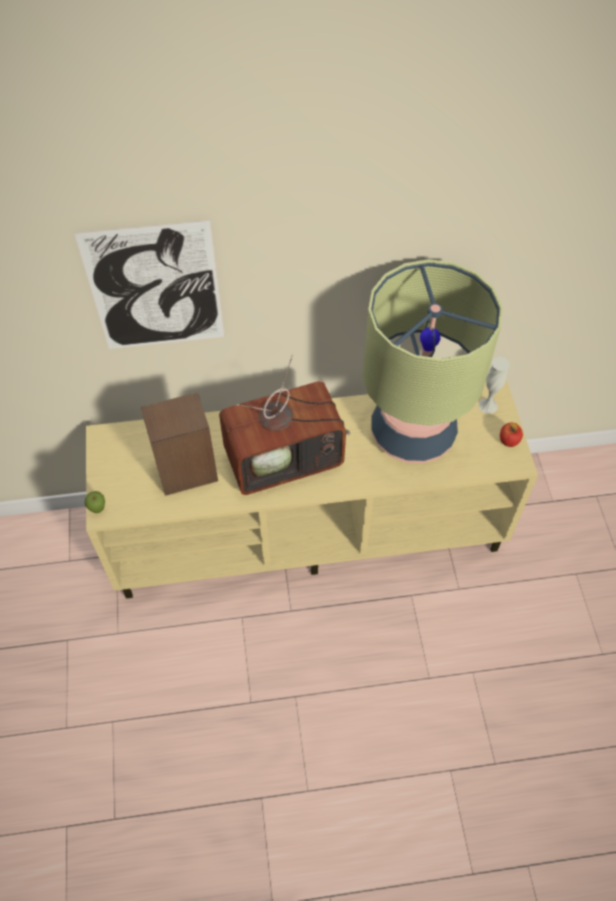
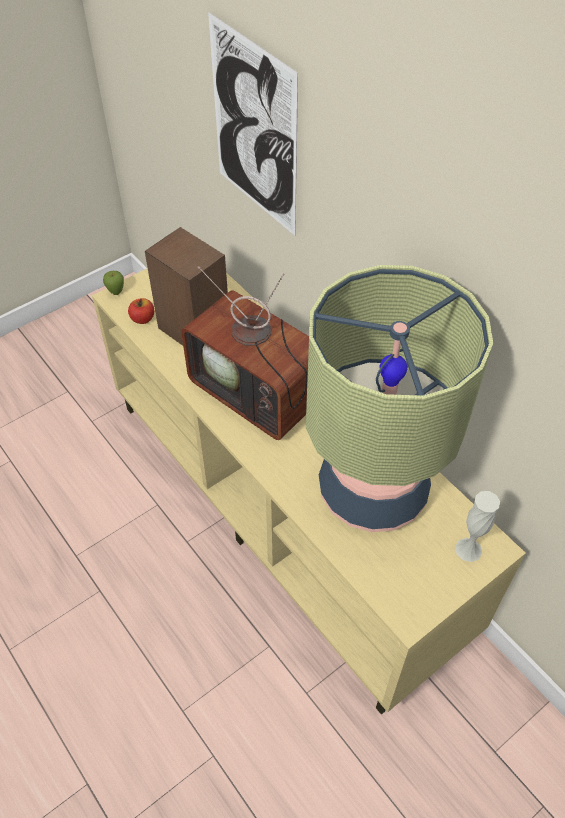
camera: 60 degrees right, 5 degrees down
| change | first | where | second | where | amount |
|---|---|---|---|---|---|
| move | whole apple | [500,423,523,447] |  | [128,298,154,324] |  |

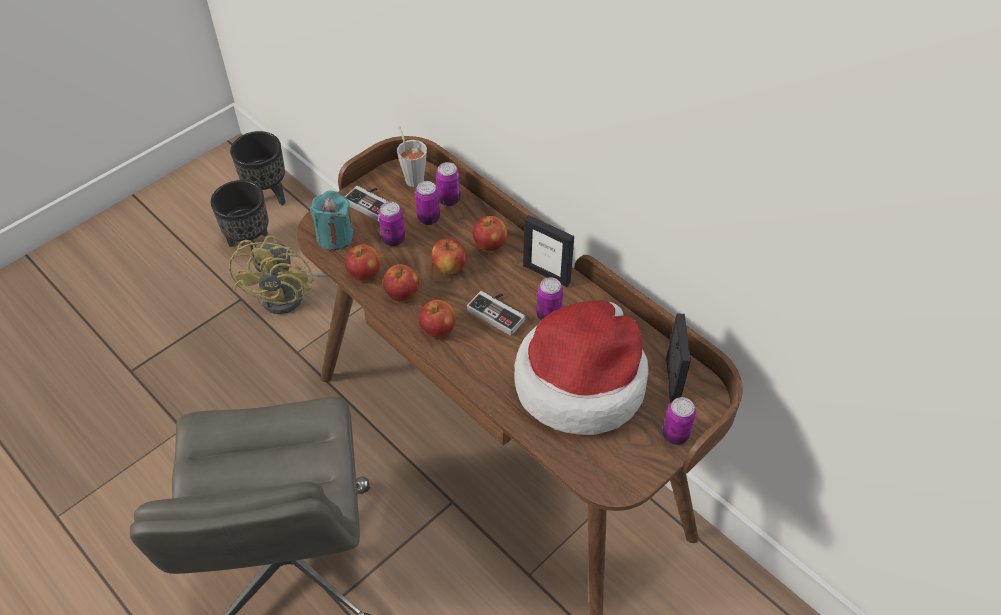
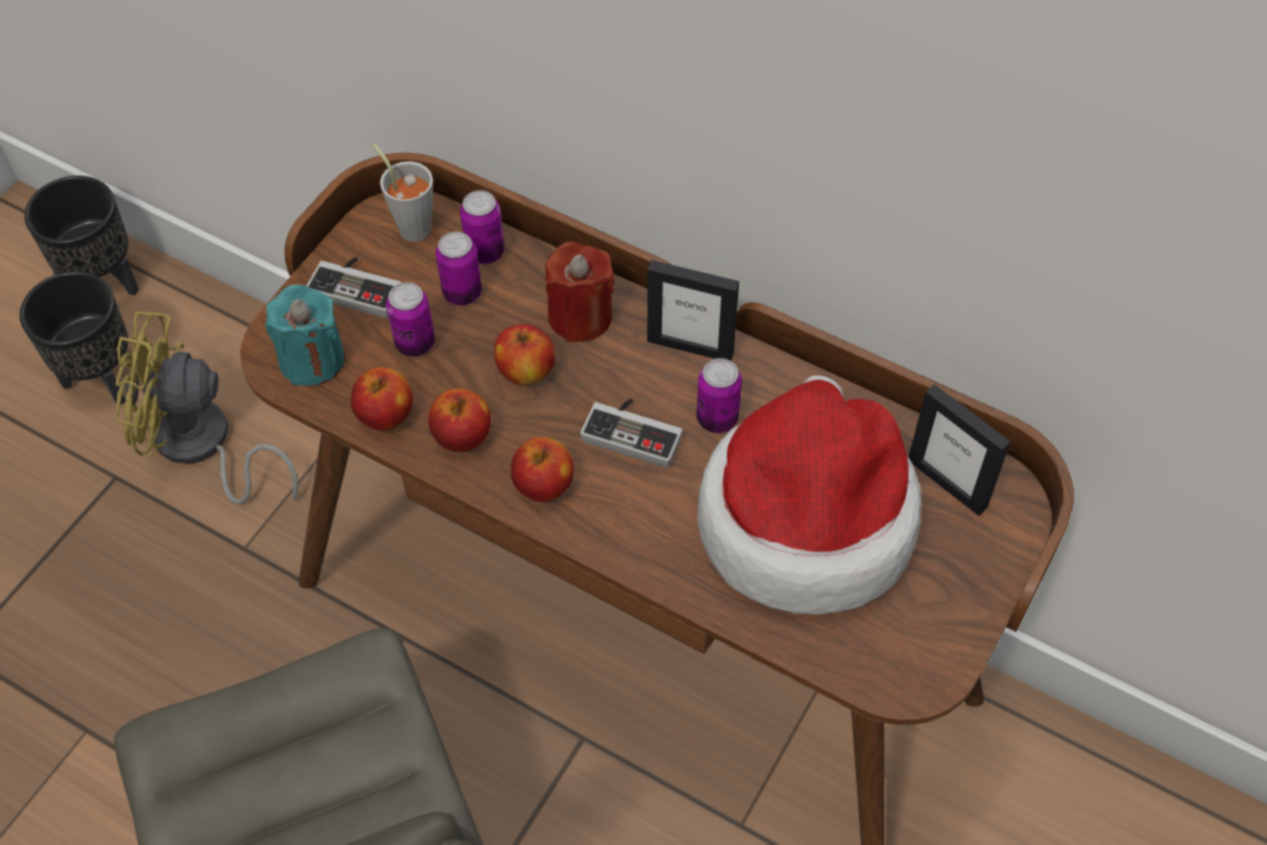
camera: 15 degrees left, 5 degrees up
| change | first | where | second | where | amount |
|---|---|---|---|---|---|
| replace | whole apple | [473,216,507,251] | red-coloured wax light | [545,242,614,342] |  |
| rotate | yellowish fan | [229,235,328,314] |  | [115,311,298,504] | 105 degrees clockwise |
| rotate | standing frame | [666,314,691,403] |  | [908,384,1011,516] | 150 degrees clockwise |
| delete | metal can | [662,397,696,445] |  |  |  |

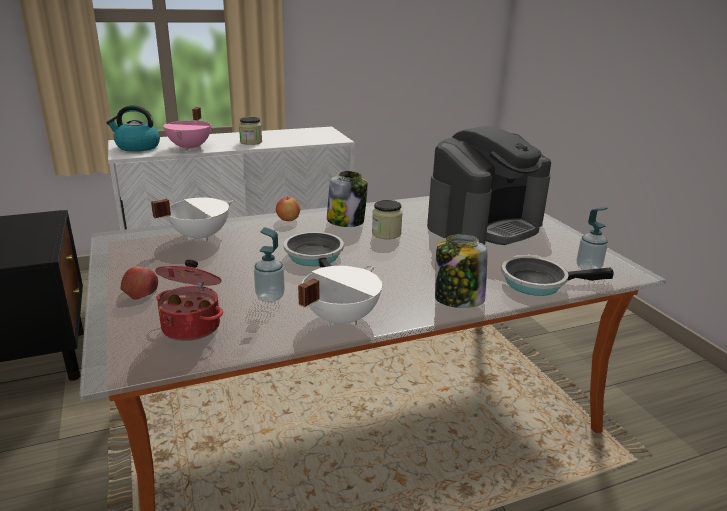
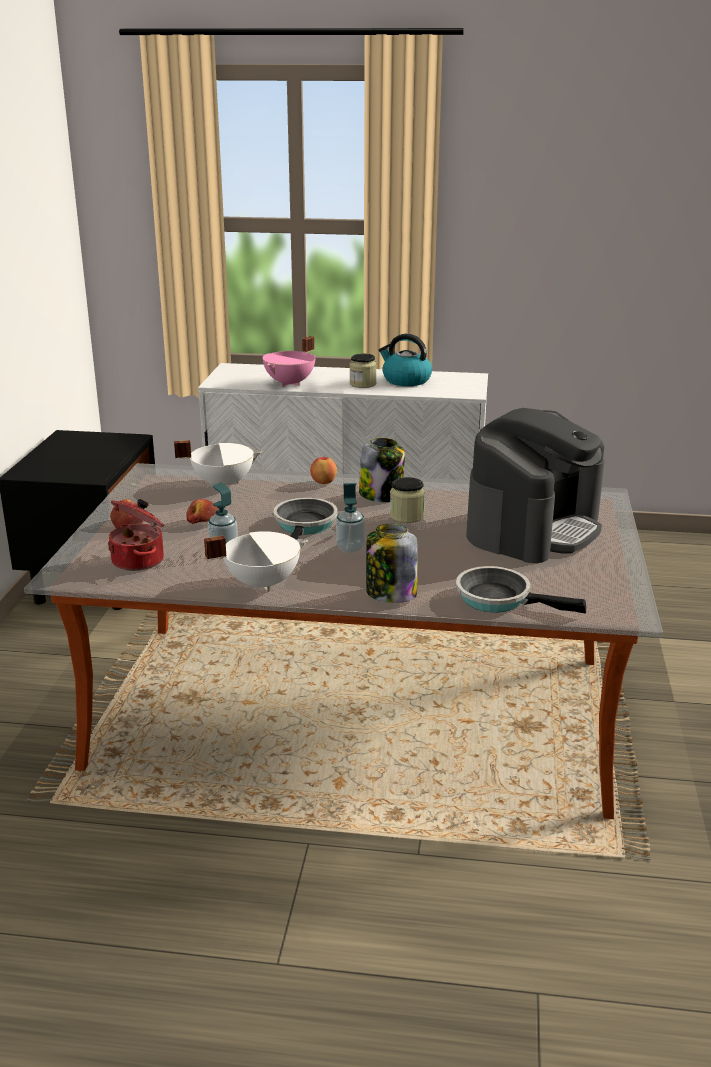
camera: 30 degrees right, 0 degrees up
| change | first | where | second | where | amount |
|---|---|---|---|---|---|
| move | tea kettle | [106,105,160,152] |  | [379,334,432,386] |  |
| rotate | coffee brewer | [427,126,551,245] |  | [466,408,605,563] | 45 degrees counterclockwise |
| move | soap bottle | [577,207,608,270] |  | [336,483,365,553] |  |
| insert |  |  | whole apple | [186,499,219,524] |  |

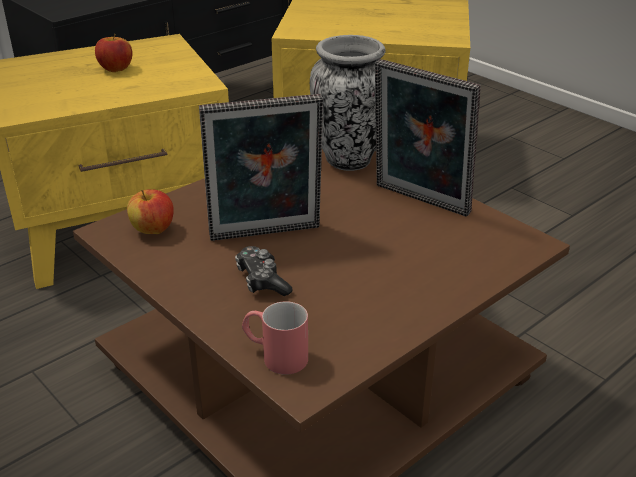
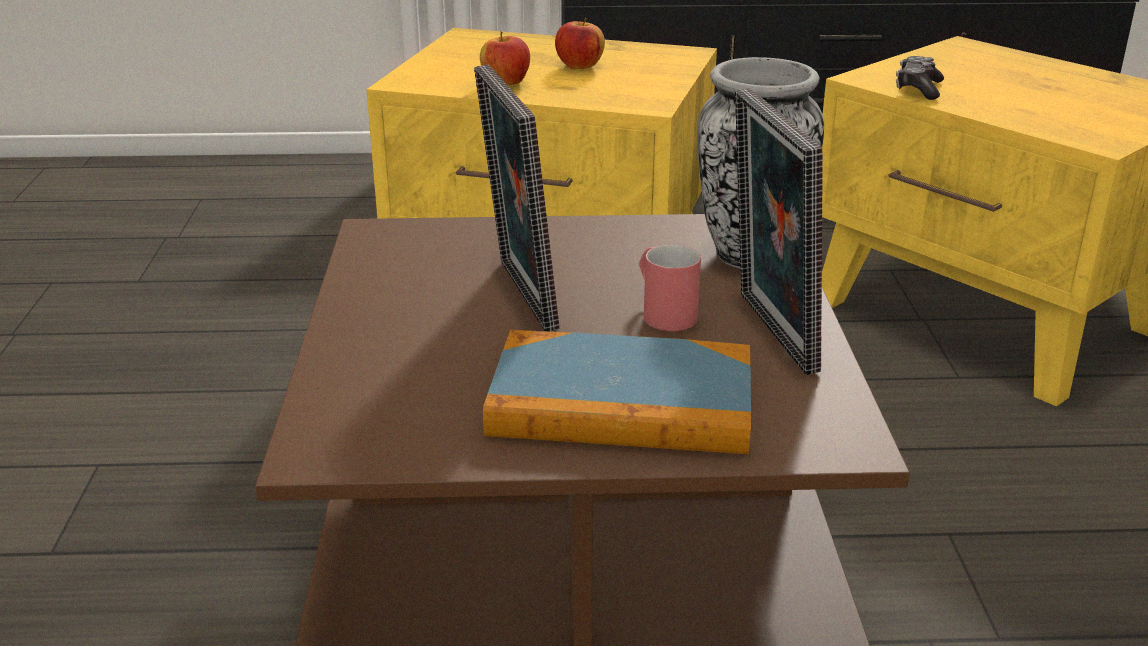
camera: 40 degrees right, 5 degrees down
| change | first | where | second | where | amount |
|---|---|---|---|---|---|
| rotate | standing frame | [199,94,323,241] |  | [474,64,559,331] | 45 degrees clockwise |
| move | whole apple | [127,189,174,234] |  | [480,31,530,85] |  |
| move | game controller | [235,246,293,296] |  | [896,56,944,100] |  |
| move | red-coloured tea mug | [242,301,308,375] |  | [639,245,701,331] |  |
| insert |  |  | bound book | [483,330,751,454] |  |

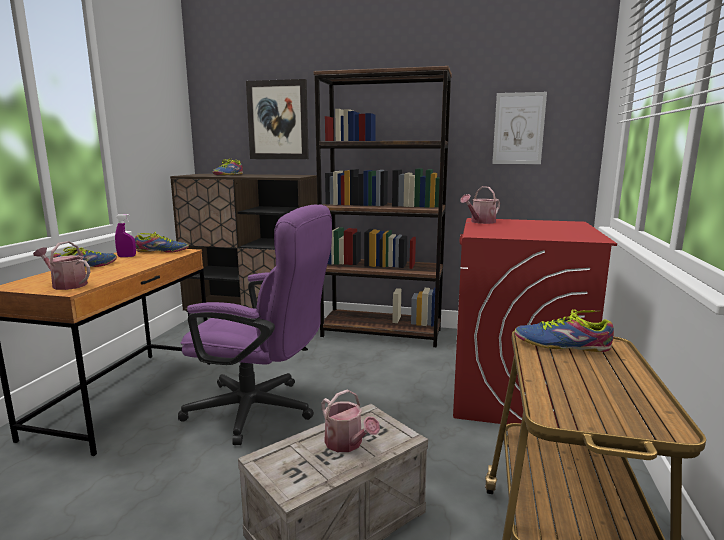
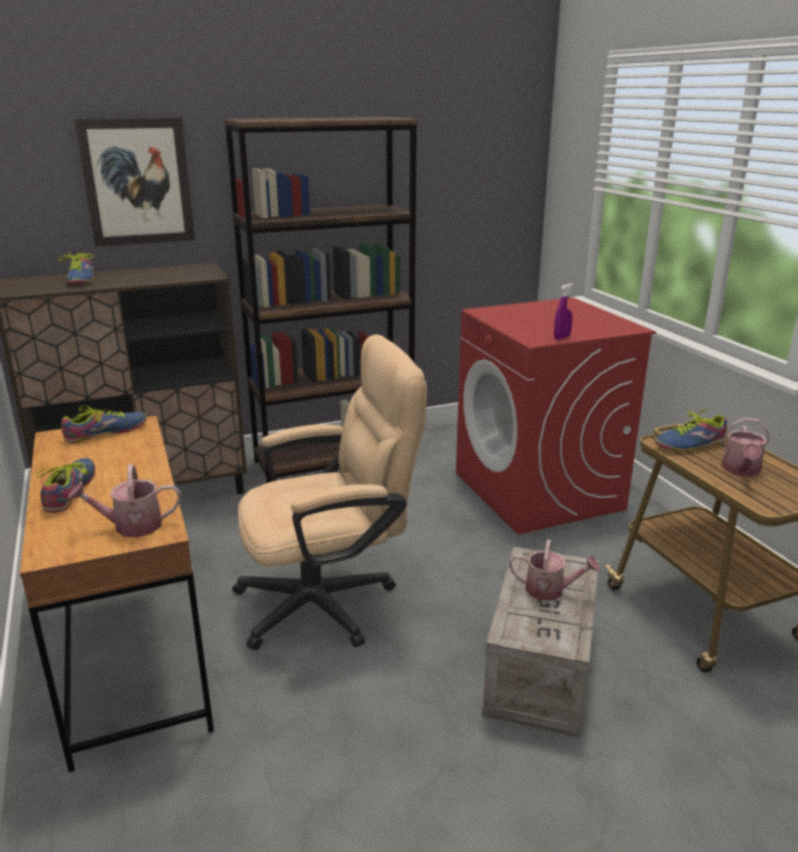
camera: 35 degrees left, 10 degrees up
| change | first | where | second | where | amount |
|---|---|---|---|---|---|
| delete | wall art | [492,92,547,164] |  |  |  |
| move | sprinkling can | [460,186,500,224] |  | [721,418,770,477] |  |
| recolor | purple-coloured computer chair | [178,204,332,445] | beige-coloured computer chair | [232,334,427,650] |  |
| move | purple-coloured spray bottle | [115,214,136,257] |  | [554,283,573,340] |  |

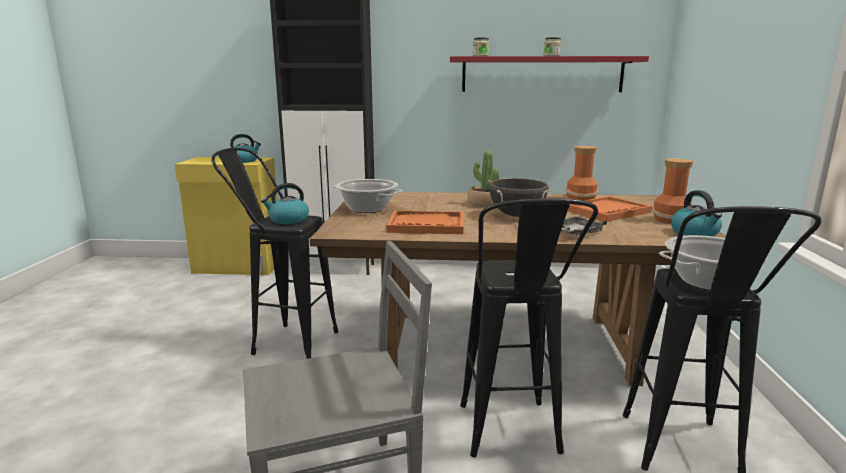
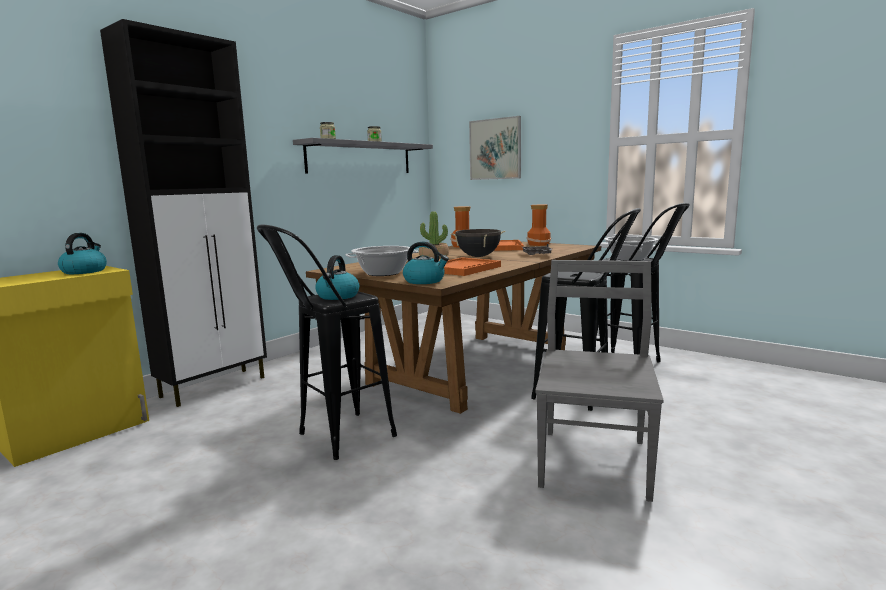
camera: 55 degrees left, 5 degrees down
| change | first | where | second | where | amount |
|---|---|---|---|---|---|
| recolor | red-coloured wall shelf | [450,56,649,92] | grey wall shelf | [293,138,433,174] |  |
| move | tea kettle | [671,190,722,237] |  | [403,242,449,284] |  |
| insert |  |  | wall art | [469,116,521,180] |  |

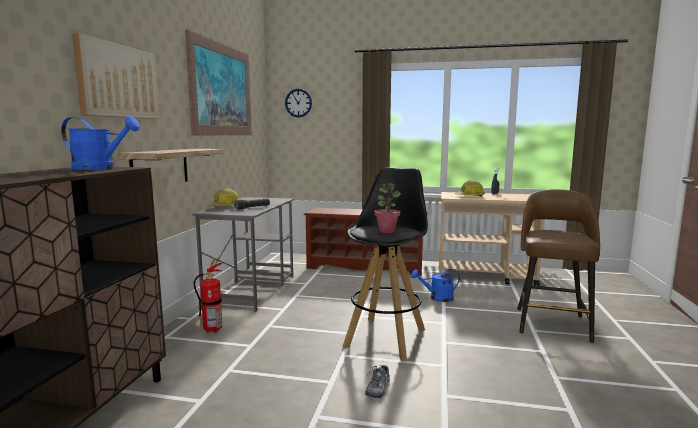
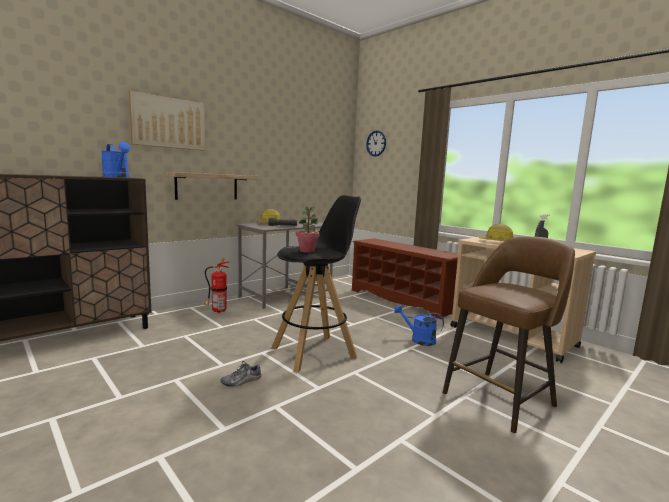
camera: 35 degrees right, 0 degrees up
| change | first | where | second | where | amount |
|---|---|---|---|---|---|
| delete | wall art | [185,29,252,136] |  |  |  |

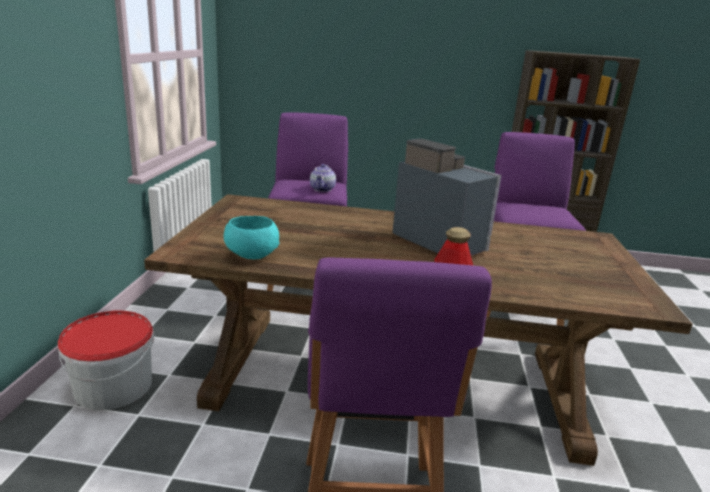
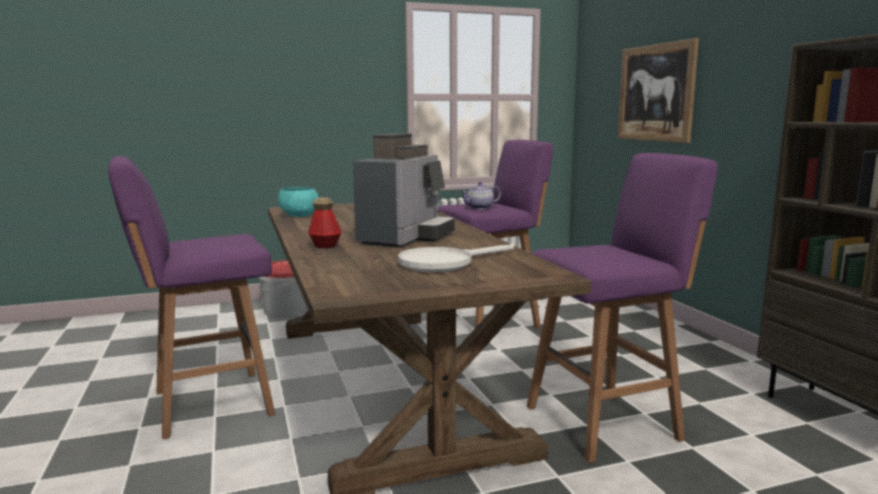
camera: 65 degrees right, 10 degrees down
| change | first | where | second | where | amount |
|---|---|---|---|---|---|
| insert |  |  | wall art | [618,38,699,143] |  |
| insert |  |  | white skillet | [398,244,514,272] |  |

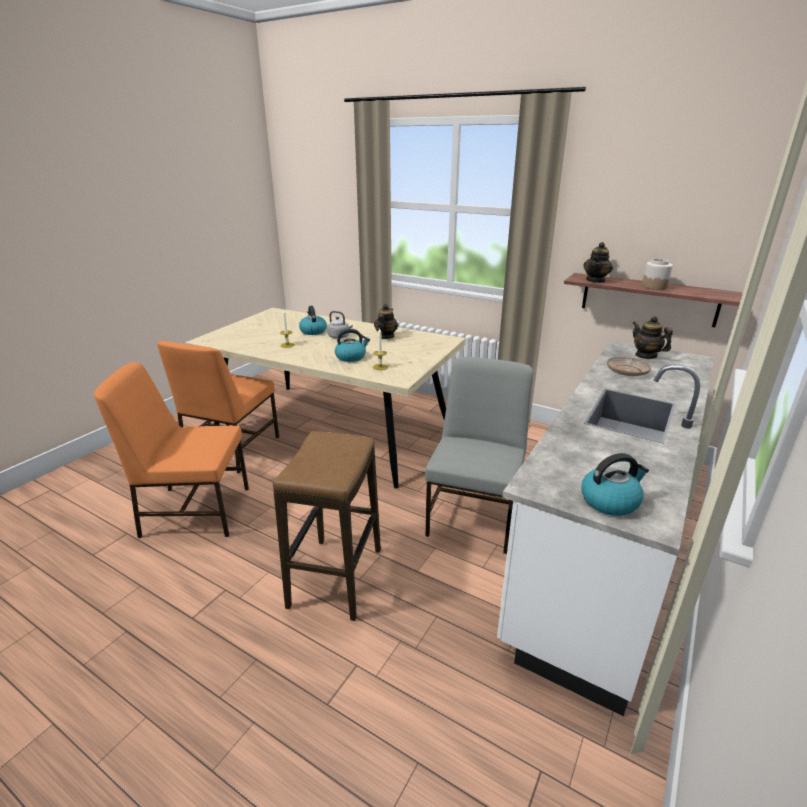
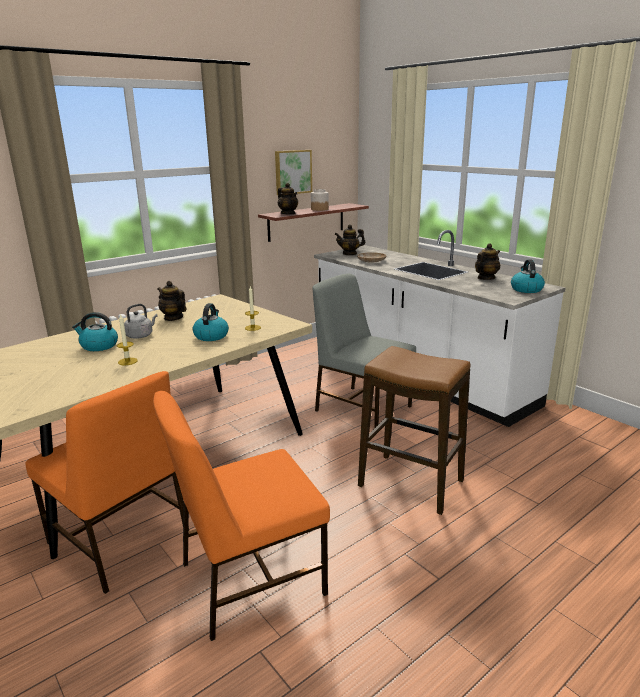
camera: 70 degrees left, 5 degrees down
| change | first | where | second | where | amount |
|---|---|---|---|---|---|
| rotate | orangey chair | [94,362,249,538] |  | [153,391,330,641] | 45 degrees clockwise |
| insert |  |  | wall art | [275,150,312,195] |  |
| insert |  |  | tea pot | [475,243,500,280] |  |

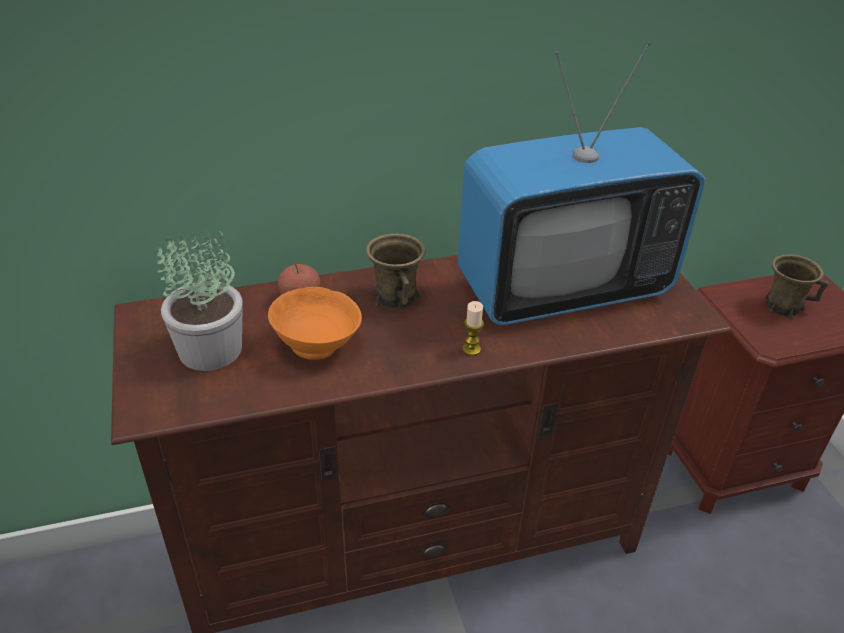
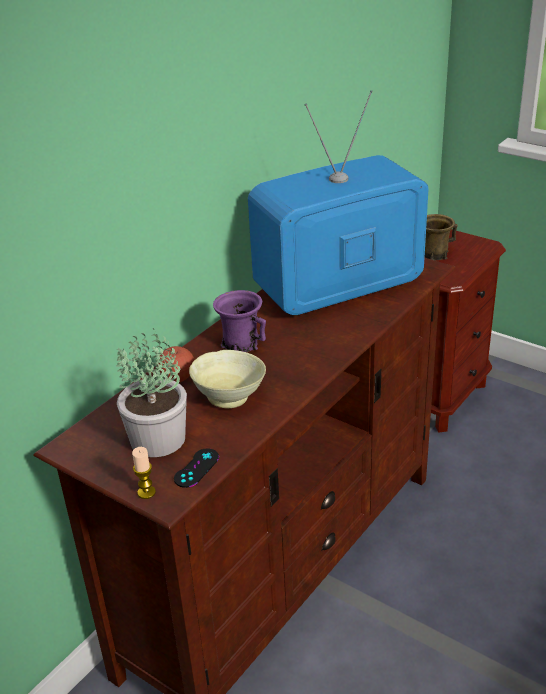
camera: 35 degrees left, 5 degrees down
| change | first | where | second | where | amount |
|---|---|---|---|---|---|
| rotate | TV set | [458,42,706,325] |  | [248,90,429,315] | 150 degrees counterclockwise |
| recolor | brown tea mug | [366,233,426,311] | purple-coloured tea mug | [213,290,266,352] |  |
| recolor | orangey bowl | [268,287,362,360] | beige-coloured bowl | [189,350,266,408] |  |
| move | wax light | [462,301,484,356] |  | [132,447,156,499] |  |
| insert |  |  | blackish game controller | [174,448,219,488] |  |

